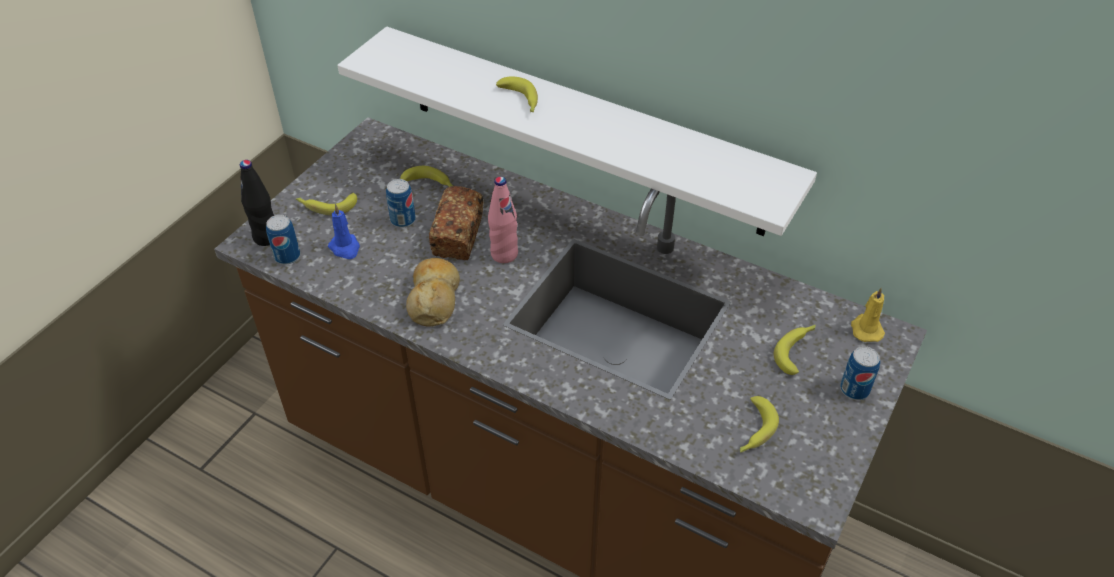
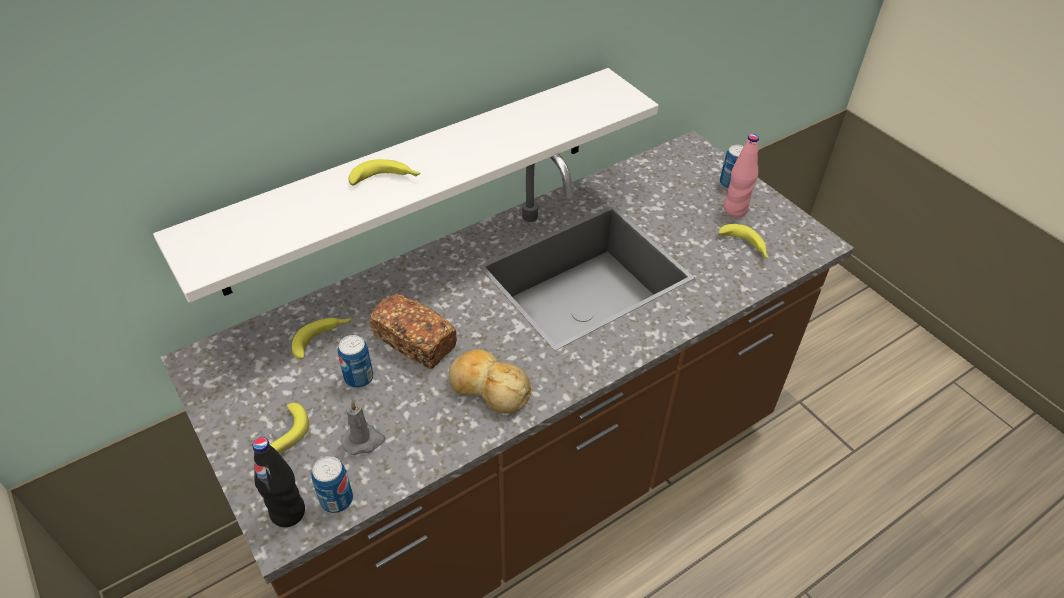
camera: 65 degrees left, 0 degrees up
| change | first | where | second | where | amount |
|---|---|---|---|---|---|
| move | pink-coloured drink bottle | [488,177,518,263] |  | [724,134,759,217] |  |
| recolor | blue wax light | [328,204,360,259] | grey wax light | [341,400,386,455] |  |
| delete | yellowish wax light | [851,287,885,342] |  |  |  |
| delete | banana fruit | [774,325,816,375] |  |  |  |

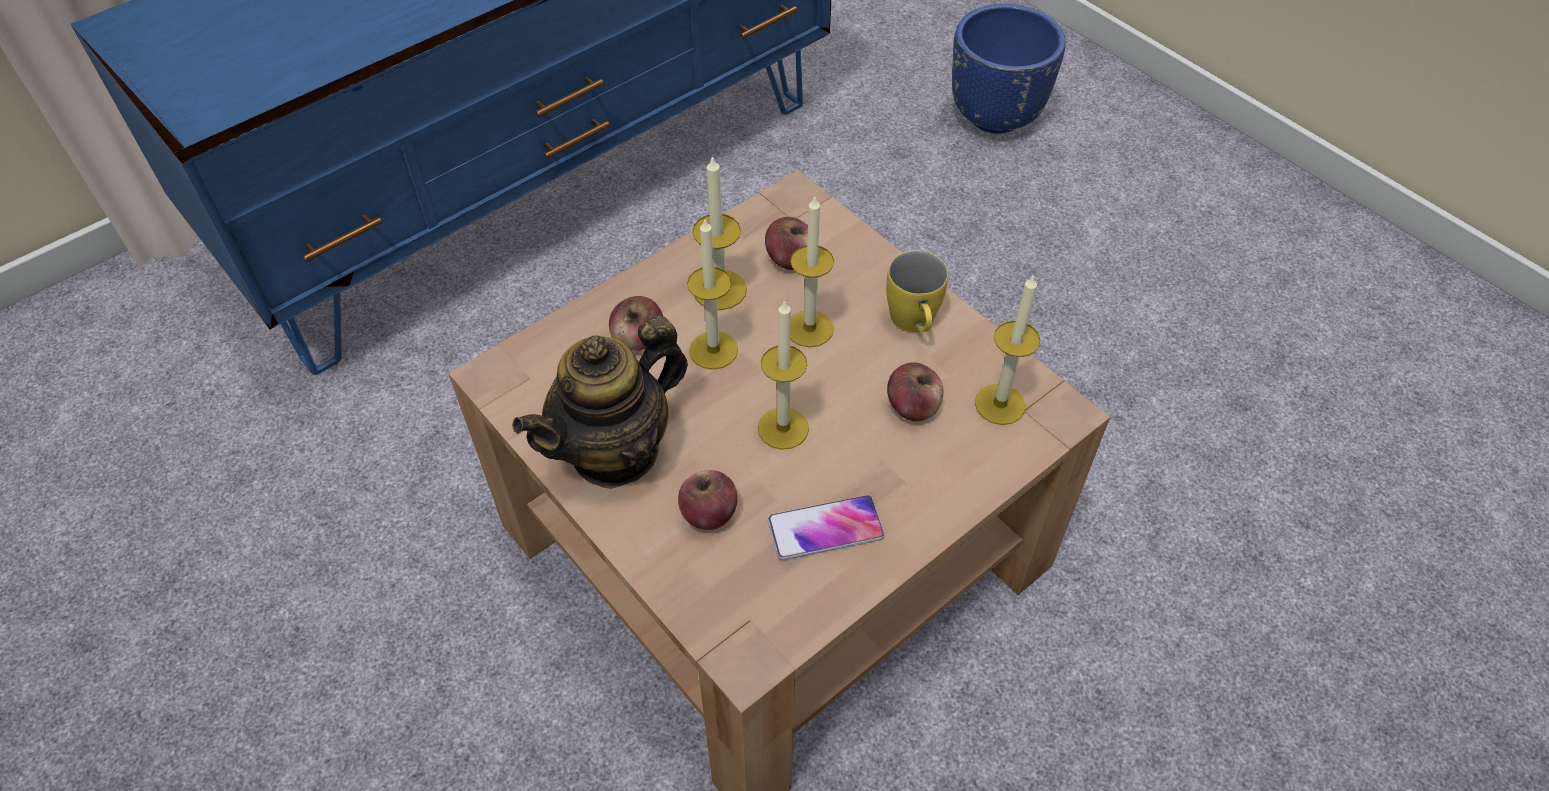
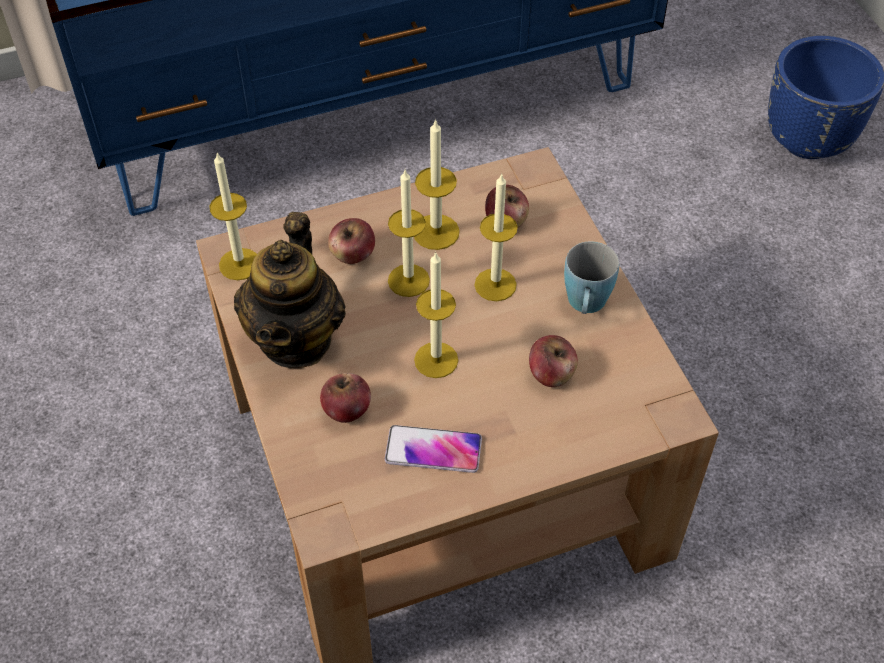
camera: 20 degrees right, 0 degrees up
| change | first | where | second | where | amount |
|---|---|---|---|---|---|
| recolor | yellowish tea mug | [886,251,948,332] | blue tea mug | [564,241,619,314] |  |
| move | wax light | [975,274,1040,425] |  | [209,152,257,280] |  |
| rotate | tea pot | [512,316,688,489] |  | [234,212,346,368] | 60 degrees counterclockwise |

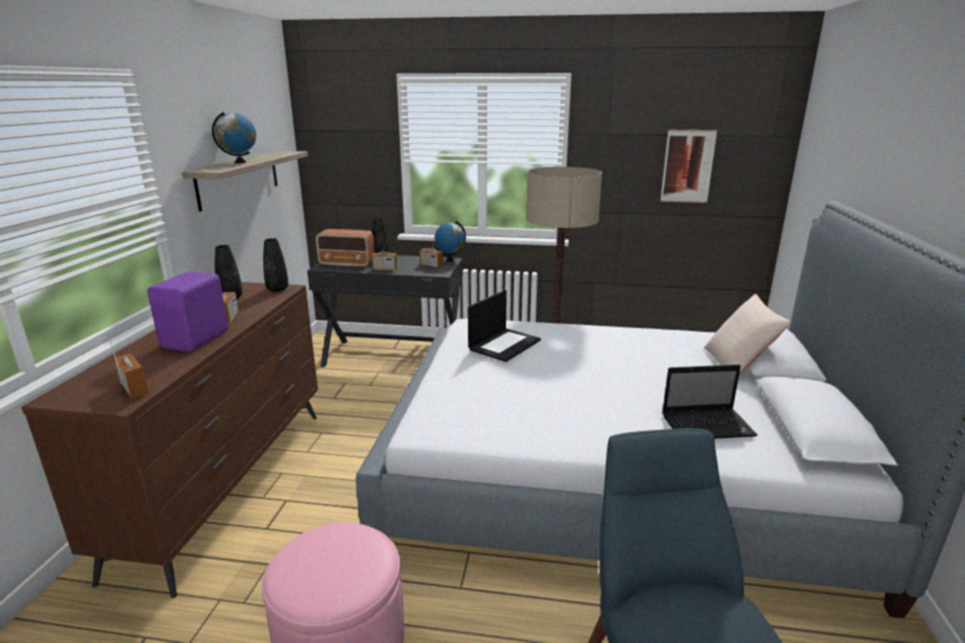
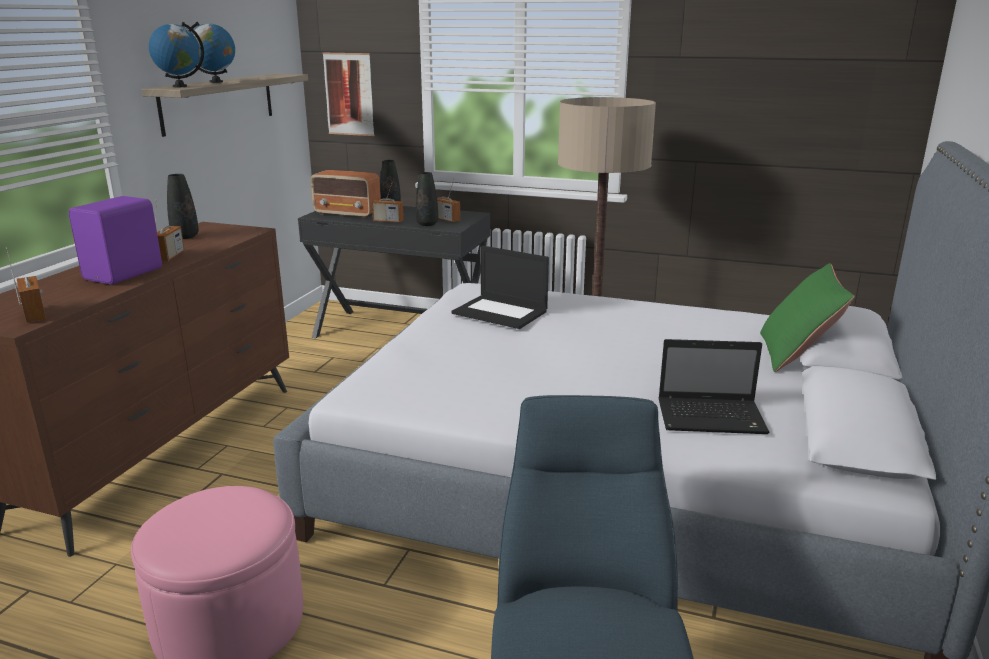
camera: 10 degrees right, 0 degrees up
| change | first | where | second | where | amount |
|---|---|---|---|---|---|
| move | wall art | [660,130,717,203] |  | [322,53,375,136] |  |
| move | globe | [435,221,466,262] |  | [149,22,204,87] |  |
| move | blackish flower vase | [263,238,288,292] |  | [416,172,438,226] |  |
| rotate | portable computer | [468,290,541,362] |  | [451,246,549,329] | 75 degrees clockwise |
| recolor | beige-coloured cushion | [704,294,791,374] | greenish cushion | [760,263,855,372] |  |

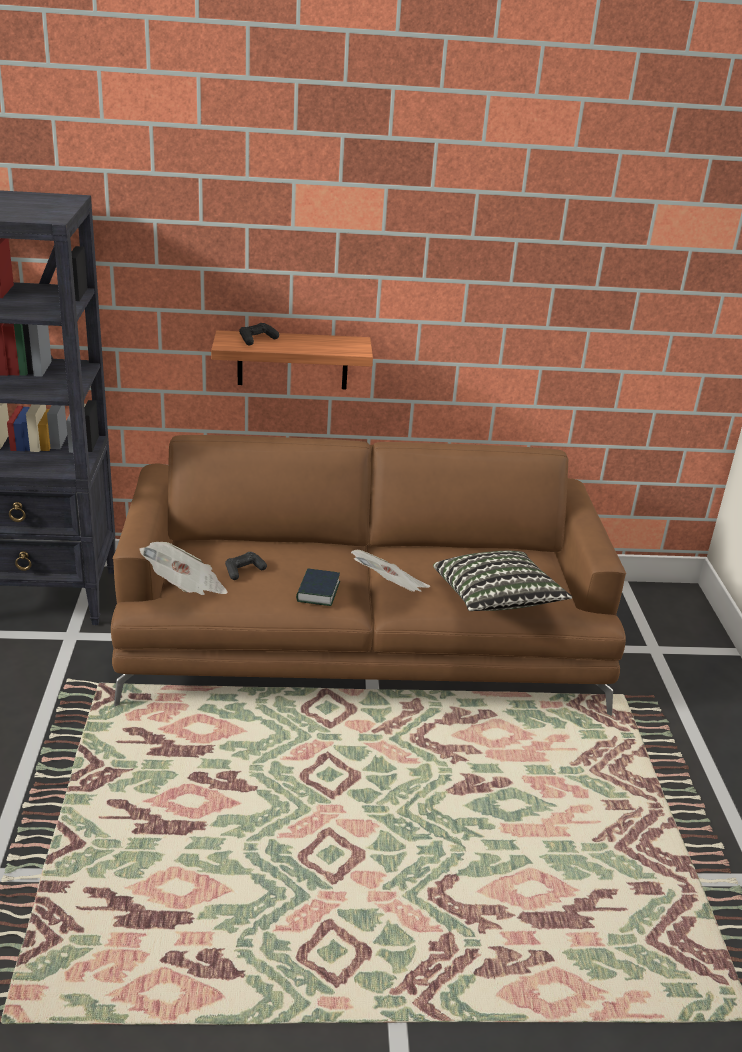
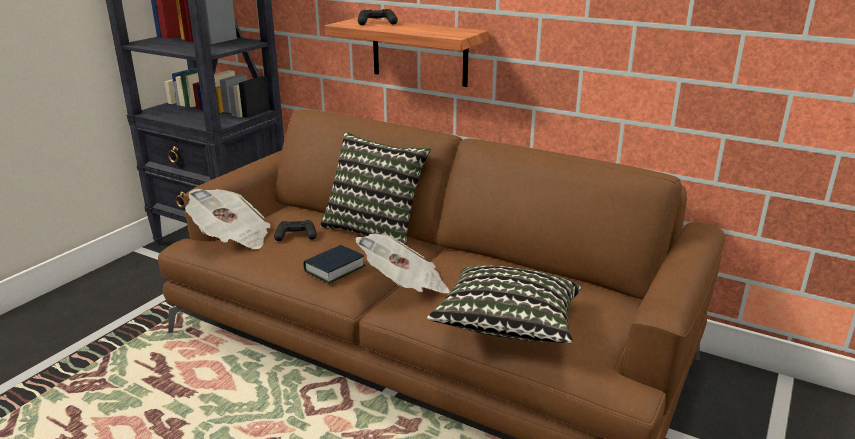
camera: 35 degrees right, 5 degrees down
| change | first | where | second | where | amount |
|---|---|---|---|---|---|
| insert |  |  | cushion | [320,132,431,245] |  |

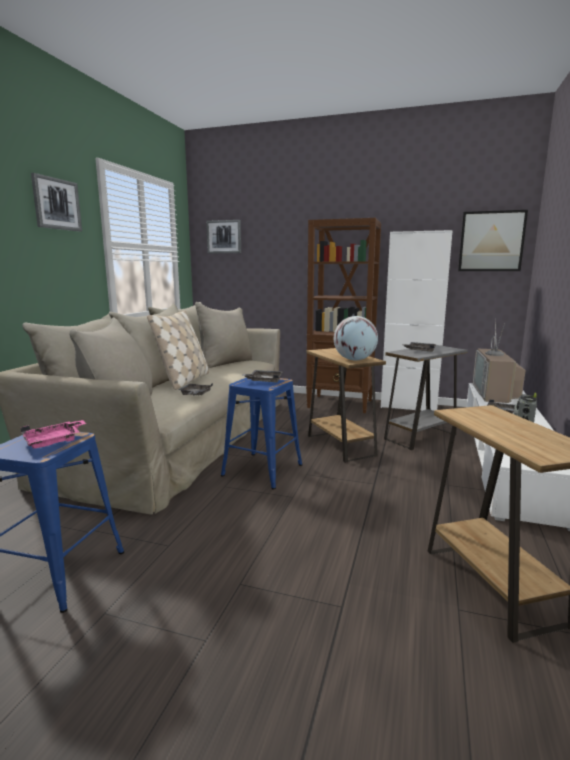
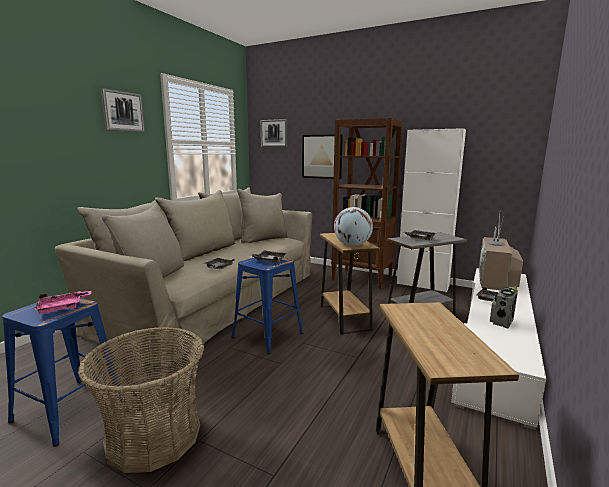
camera: 10 degrees right, 0 degrees up
| change | first | where | second | where | amount |
|---|---|---|---|---|---|
| move | wall art | [458,210,528,271] |  | [302,134,343,179] |  |
| delete | beige-coloured cushion | [147,311,209,390] |  |  |  |
| insert |  |  | basket | [78,327,204,473] |  |

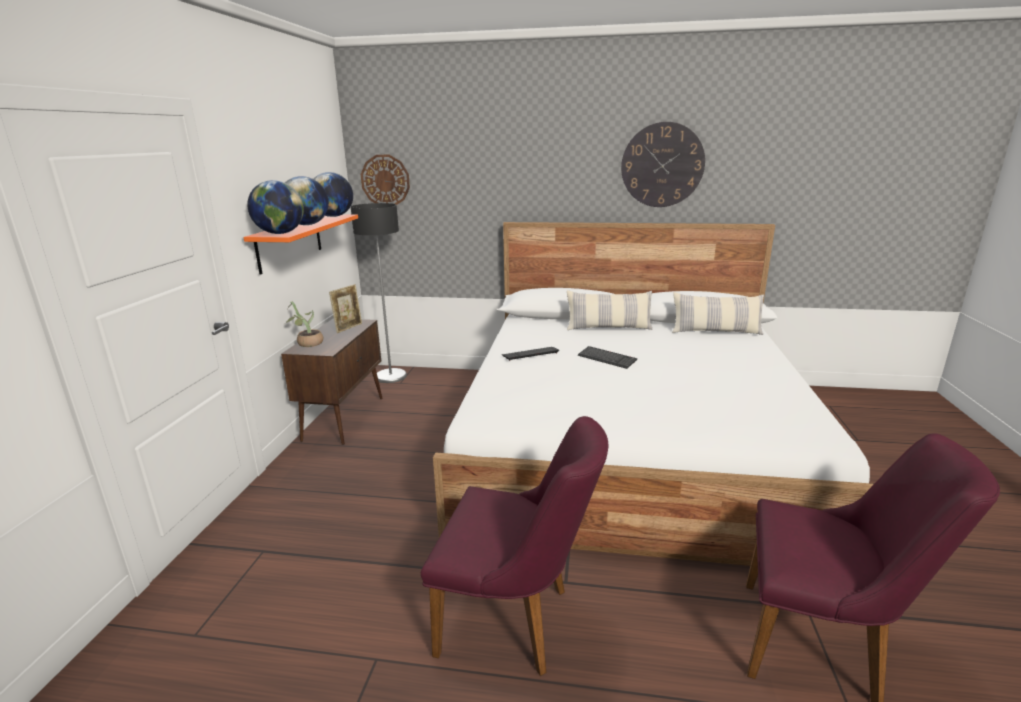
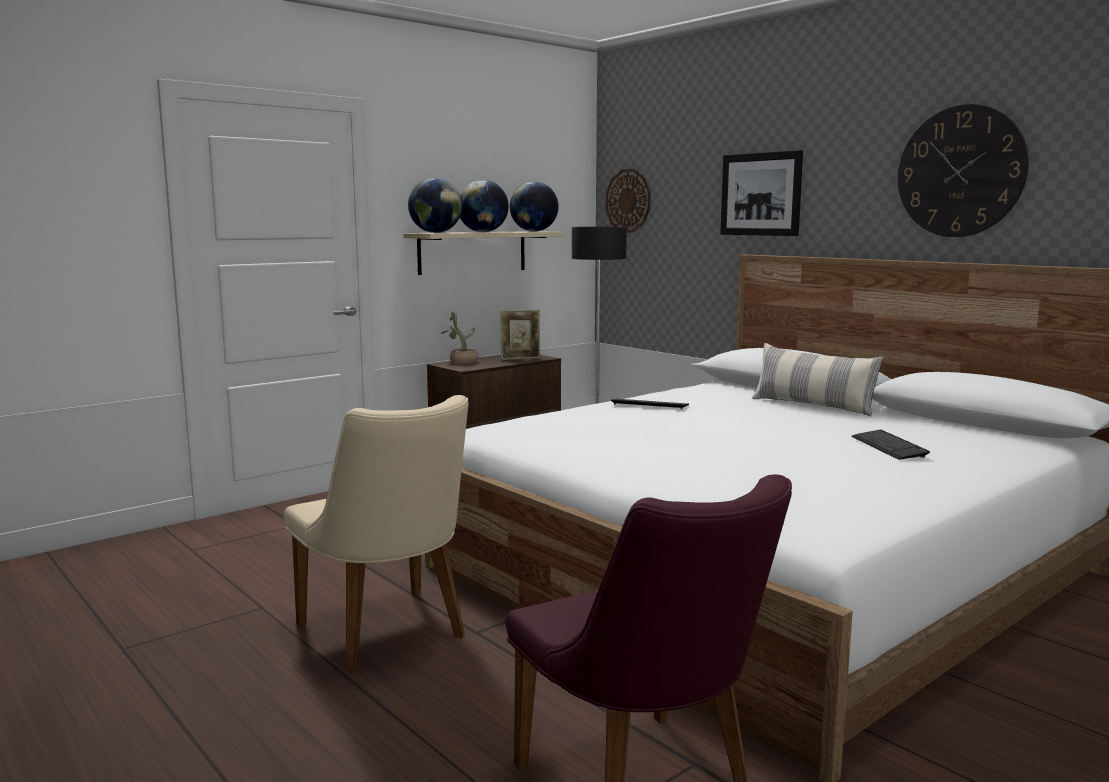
camera: 40 degrees right, 10 degrees down
| change | first | where | second | where | amount |
|---|---|---|---|---|---|
| recolor | orangey wall shelf | [243,215,358,274] | beige-coloured wall shelf | [403,231,563,275] |  |
| delete | cushion | [672,292,764,335] |  |  |  |
| move | PC keyboard | [578,346,637,369] |  | [852,430,930,460] |  |
| recolor | purple-coloured chair | [421,416,608,676] | beige-coloured chair | [284,395,468,671] |  |
| insert |  |  | wall art | [720,150,803,236] |  |

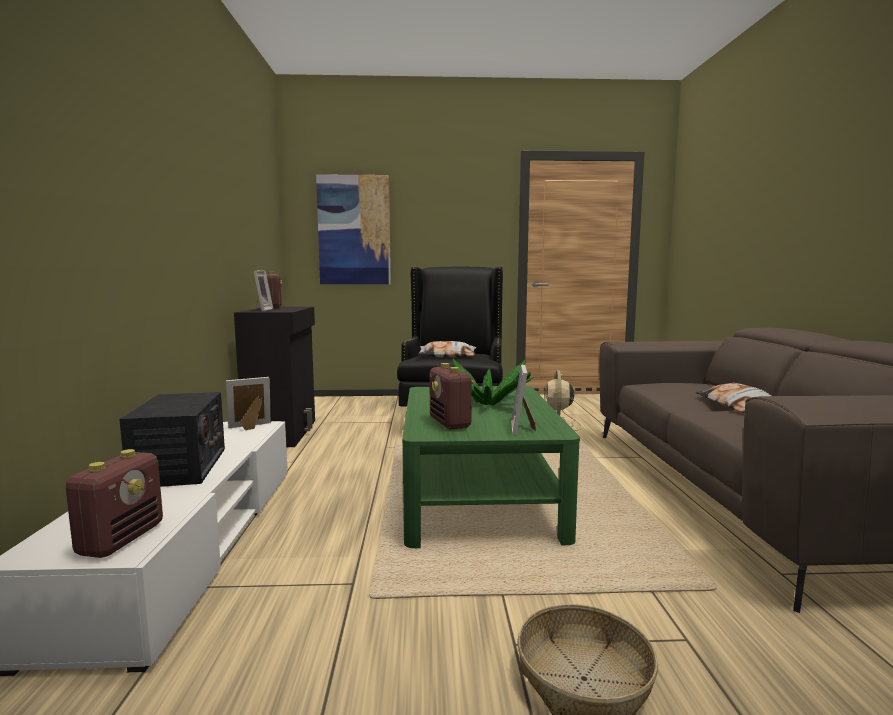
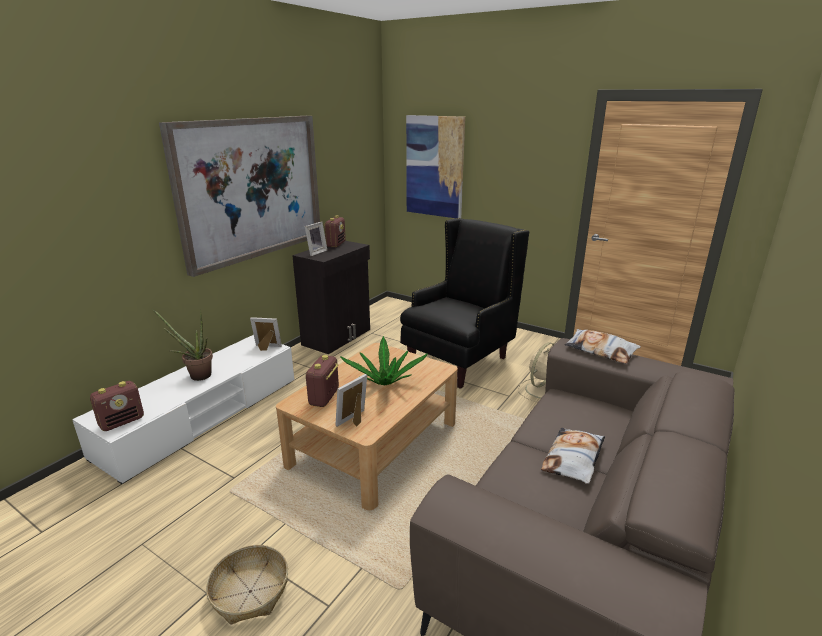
camera: 35 degrees right, 15 degrees up
| change | first | where | second | where | amount |
|---|---|---|---|---|---|
| move | cushion | [418,341,477,358] |  | [564,329,641,364] |  |
| recolor | greenish low table | [402,386,580,548] | beige-coloured low table | [276,343,458,510] |  |
| replace | radio receiver | [119,392,225,487] | plant in a pot | [152,309,213,381] |  |
| insert |  |  | wall art | [159,116,320,277] |  |

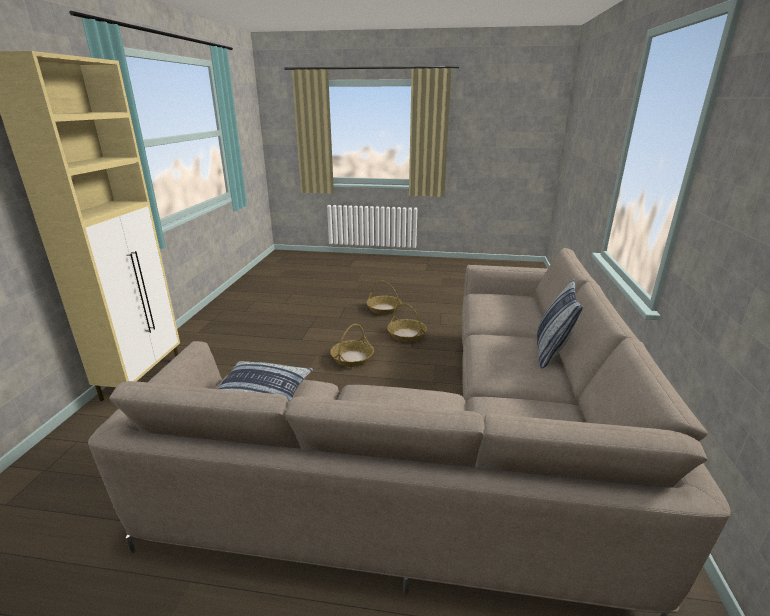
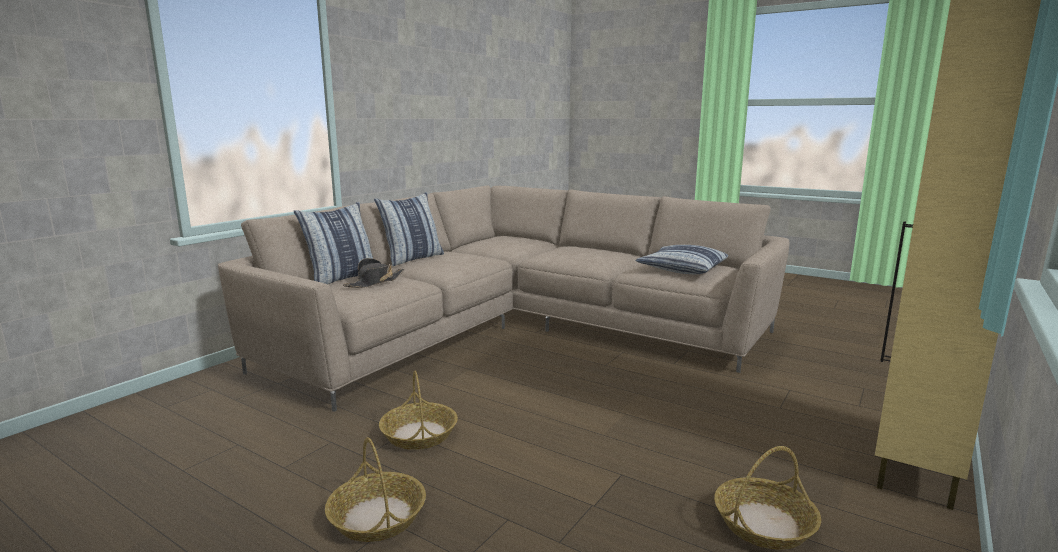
camera: 155 degrees left, 10 degrees down
| change | first | where | second | where | amount |
|---|---|---|---|---|---|
| move | basket | [330,324,374,367] |  | [714,446,821,550] |  |
| insert |  |  | cushion | [294,202,373,284] |  |
| insert |  |  | blackish clothing hat | [343,258,404,288] |  |

